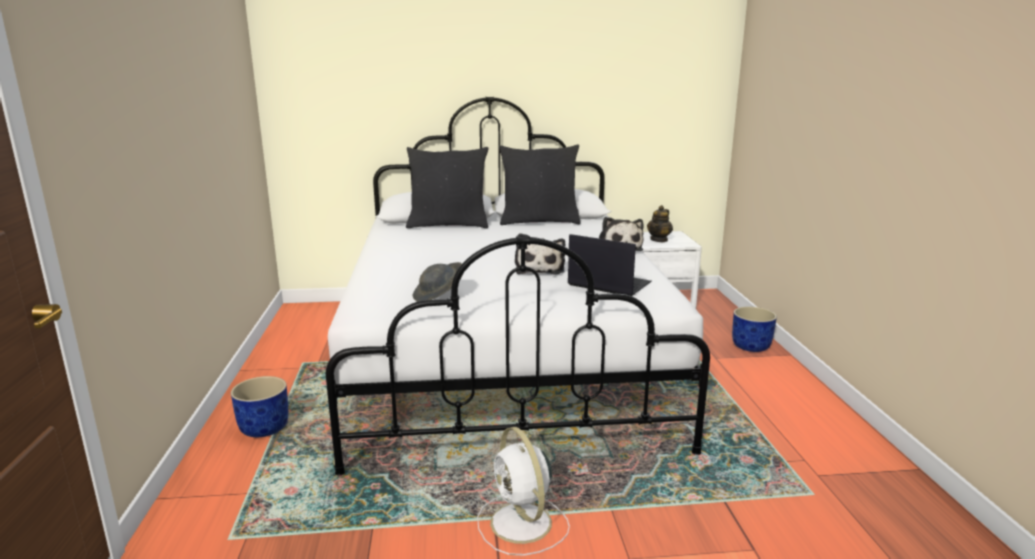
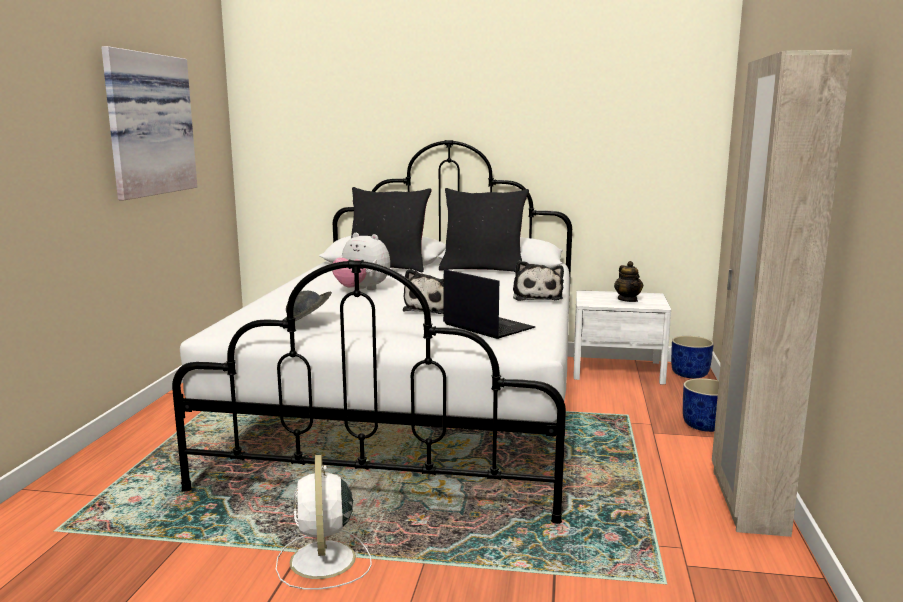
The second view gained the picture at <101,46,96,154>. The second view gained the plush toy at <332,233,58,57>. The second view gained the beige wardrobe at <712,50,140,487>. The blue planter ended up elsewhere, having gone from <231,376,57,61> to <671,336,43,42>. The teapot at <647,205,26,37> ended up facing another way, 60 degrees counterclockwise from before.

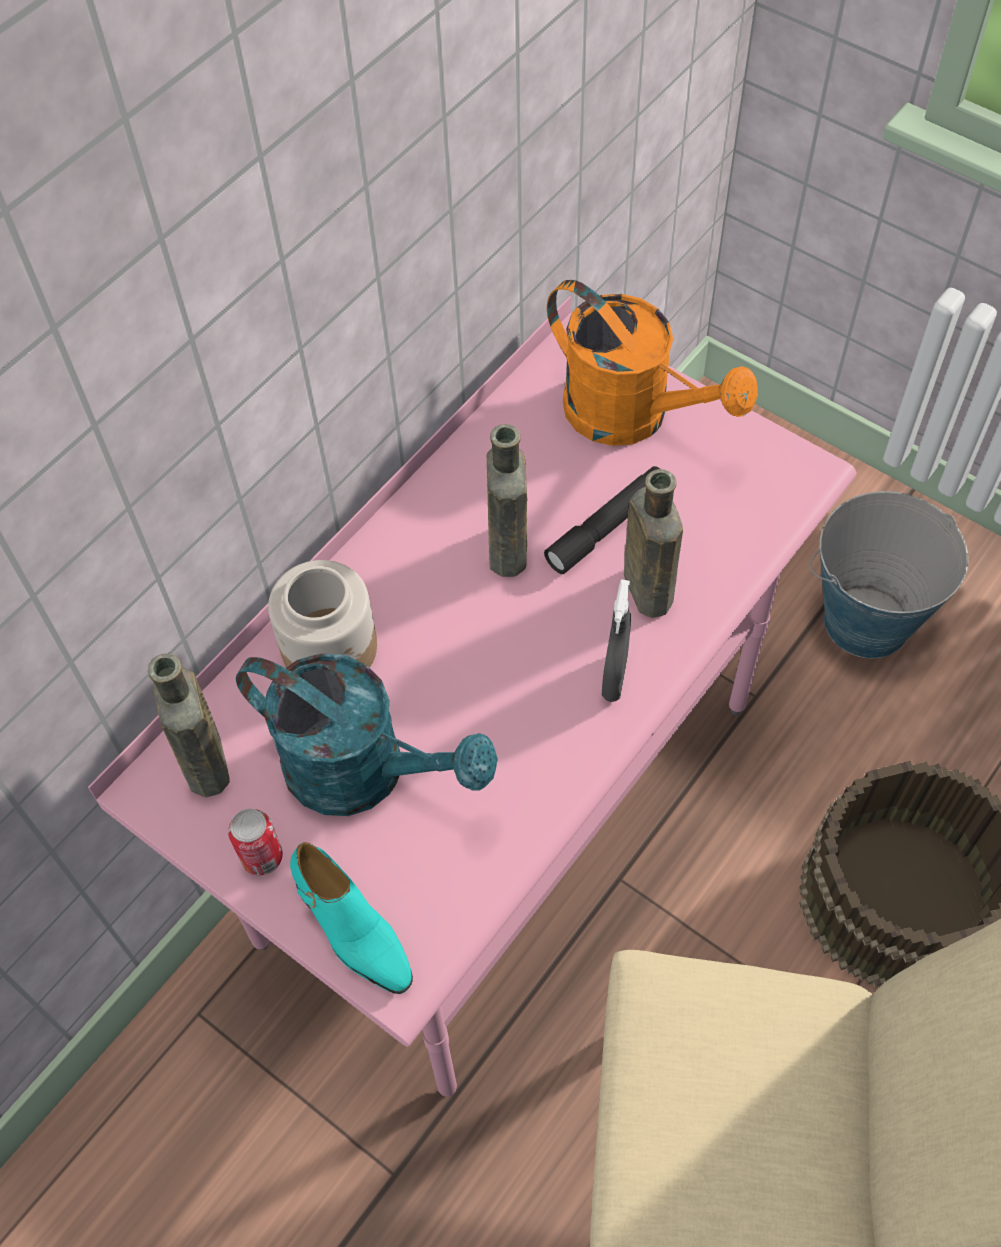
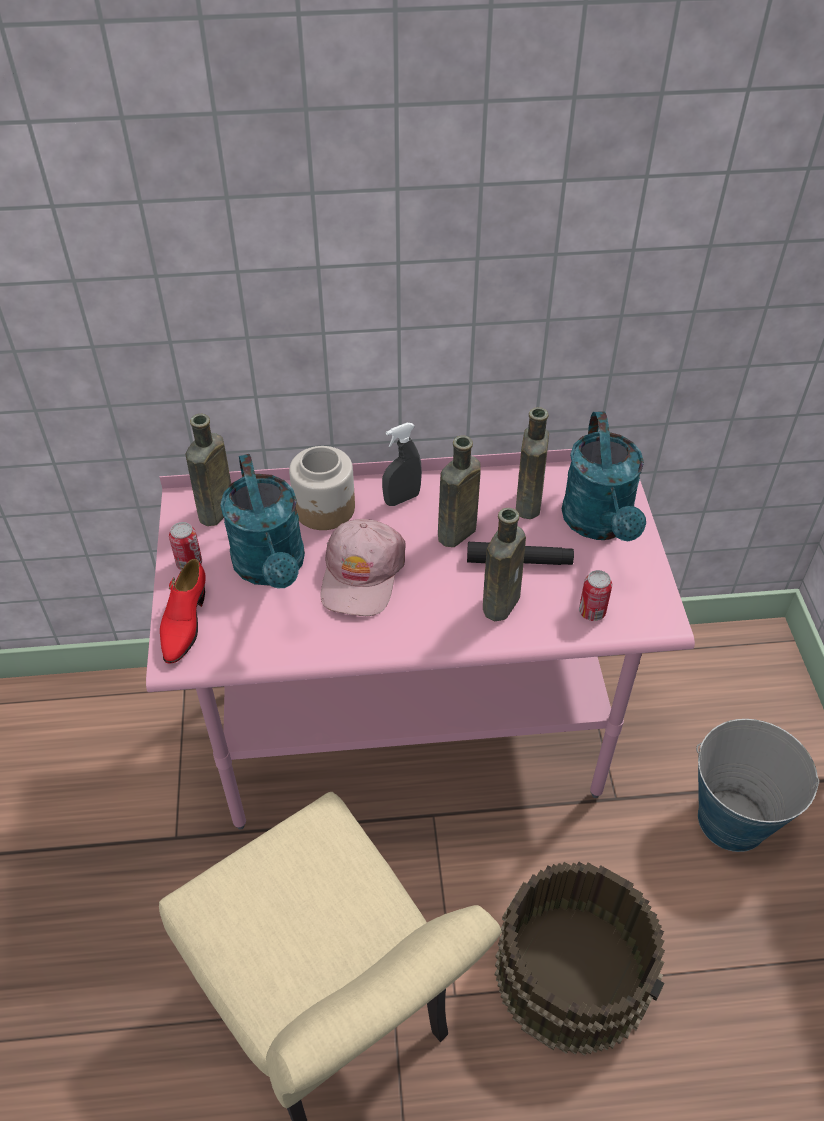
The second view gained the pink cap at <320,519,86,97>. The second view gained the brown bottle at <516,407,33,112>. The second view gained the can at <579,570,33,51>. The grey spray bottle ended up elsewhere, having gone from <602,579,29,123> to <382,423,40,83>. What was the turquoise shoe at <290,842,123,152> turned into the red shoe at <160,559,46,104>. What was the orange watering can at <547,280,211,166> turned into the turquoise watering can at <562,411,84,130>.

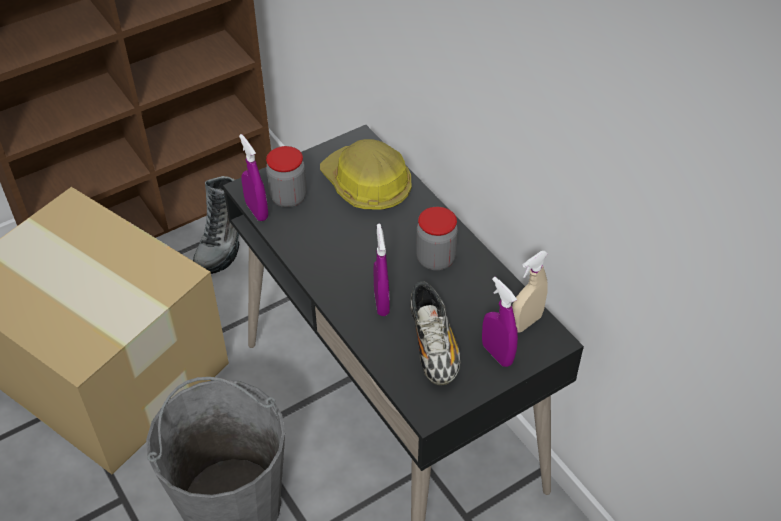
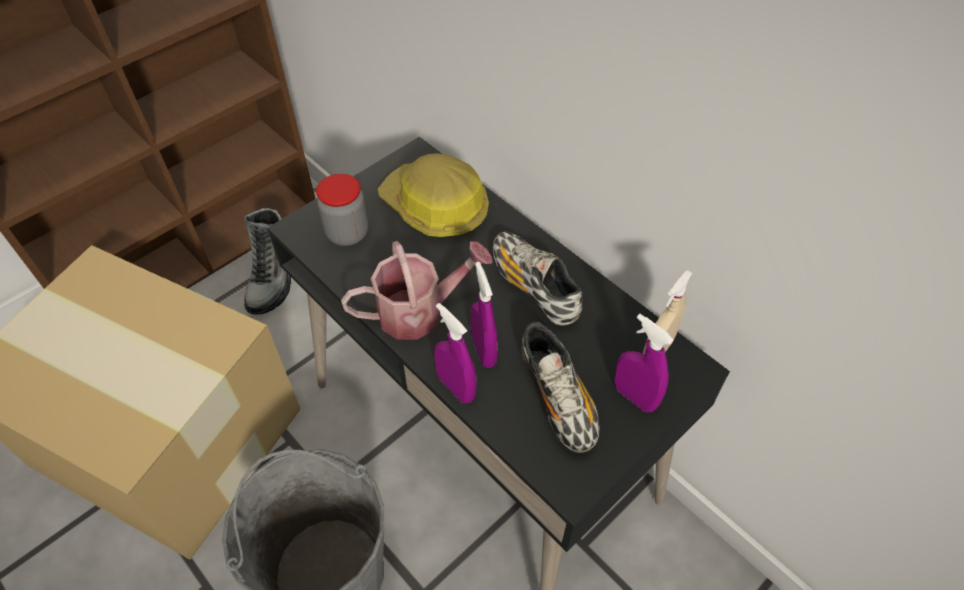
The second view gained the watering can at <341,241,152,98>. The purple spray bottle ended up elsewhere, having gone from <239,134,29,87> to <434,303,43,100>. Where the jar stood at <416,207,42,63>, the shoe came to stand at <493,232,90,94>.

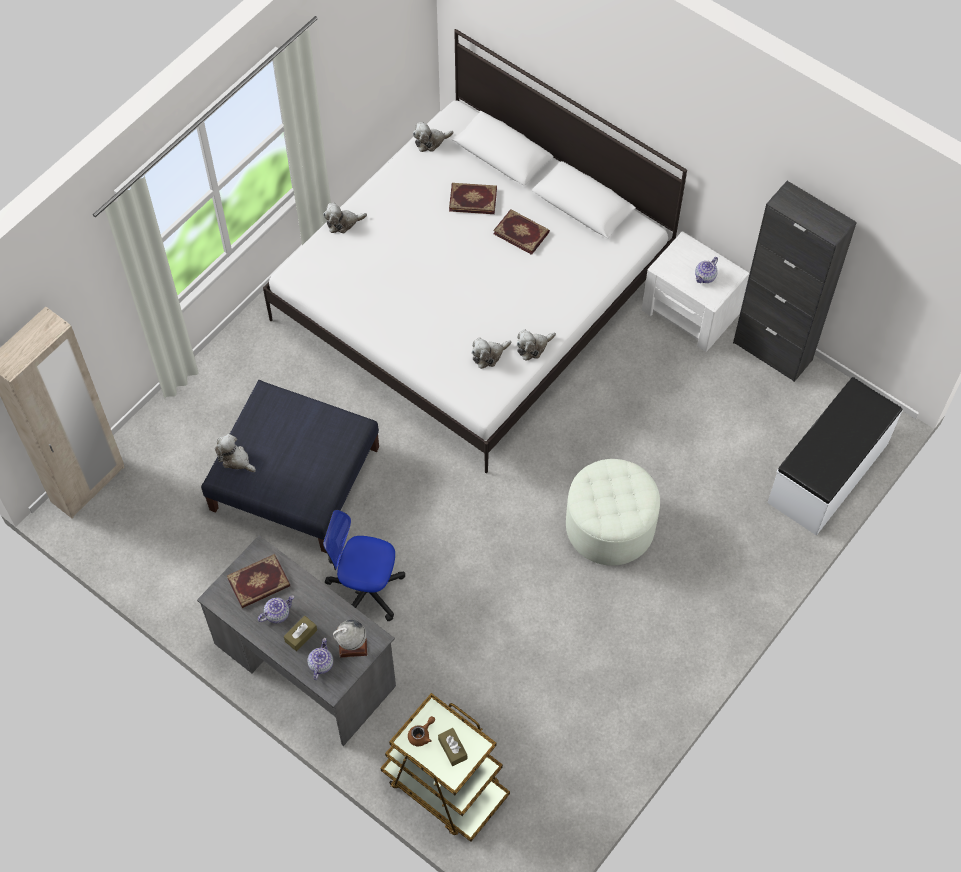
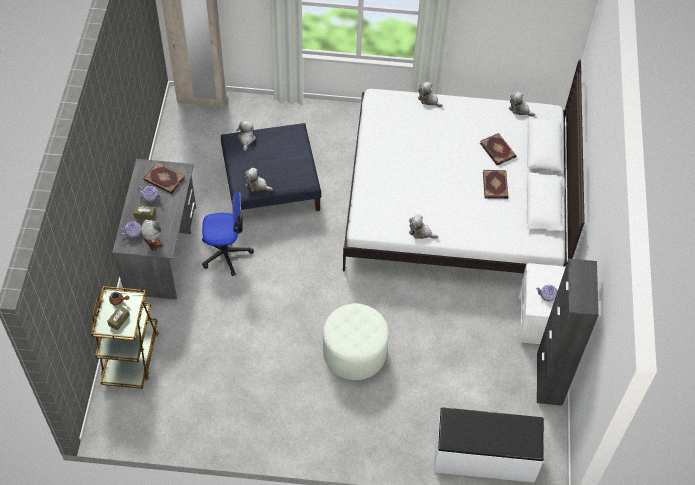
The plush toy ended up elsewhere, having gone from <471,337,40,32> to <245,168,28,23>. The office chair at <323,510,82,111> ended up facing another way, 105 degrees clockwise from before.

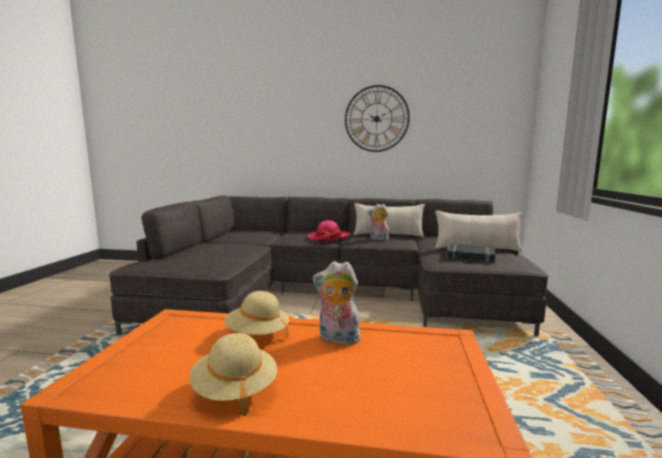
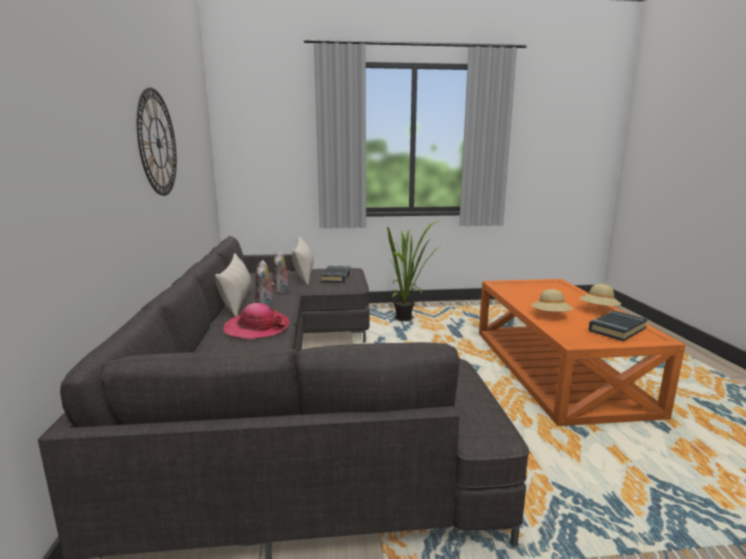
The second view gained the potted plant at <387,221,53,100>. The second view gained the black book at <588,311,60,30>. The plush toy ended up elsewhere, having gone from <313,261,50,84> to <273,251,17,42>.

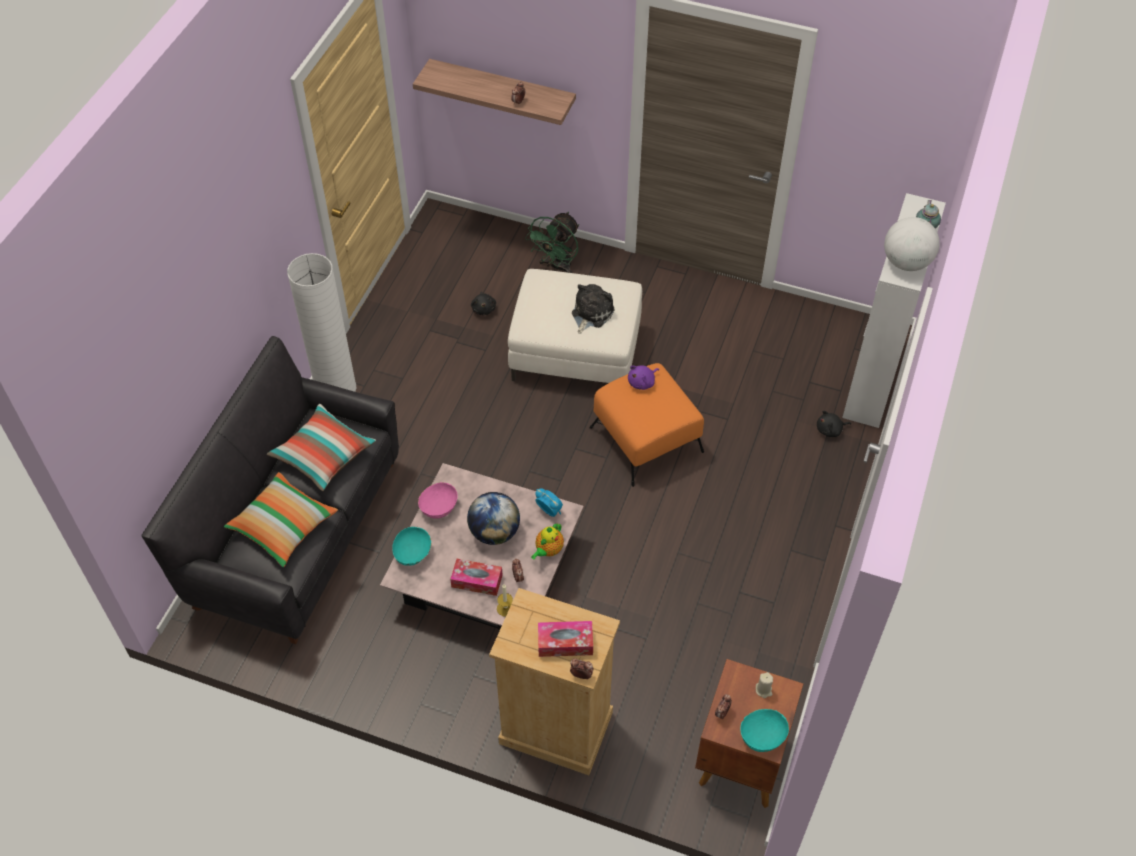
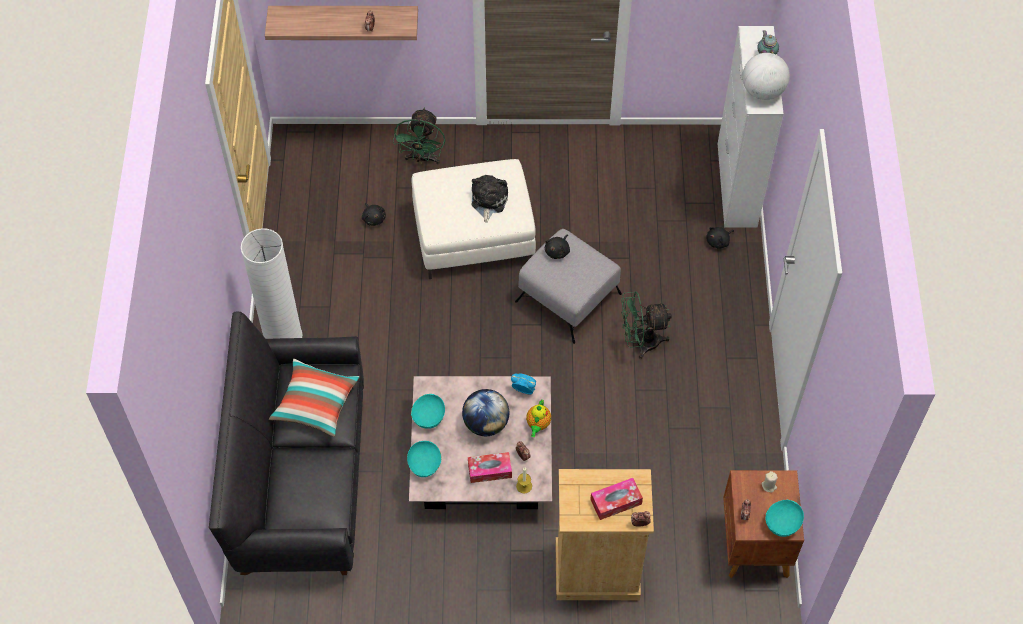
The second view lost the pillow at <224,472,114,95>. The second view gained the green fan at <621,291,51,68>. What was the pink bowl at <418,482,40,37> turned into the turquoise bowl at <411,394,34,35>. What was the orange ottoman at <589,363,115,124> turned into the grey ottoman at <515,229,107,115>. What was the purple plush toy at <628,365,32,25> turned into the black plush toy at <545,235,25,24>.

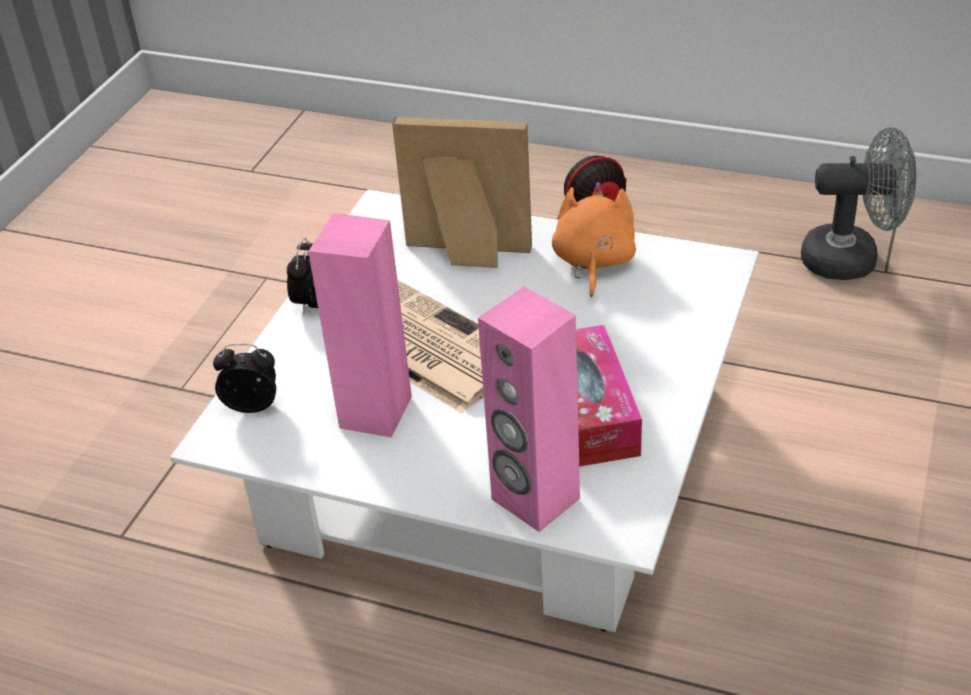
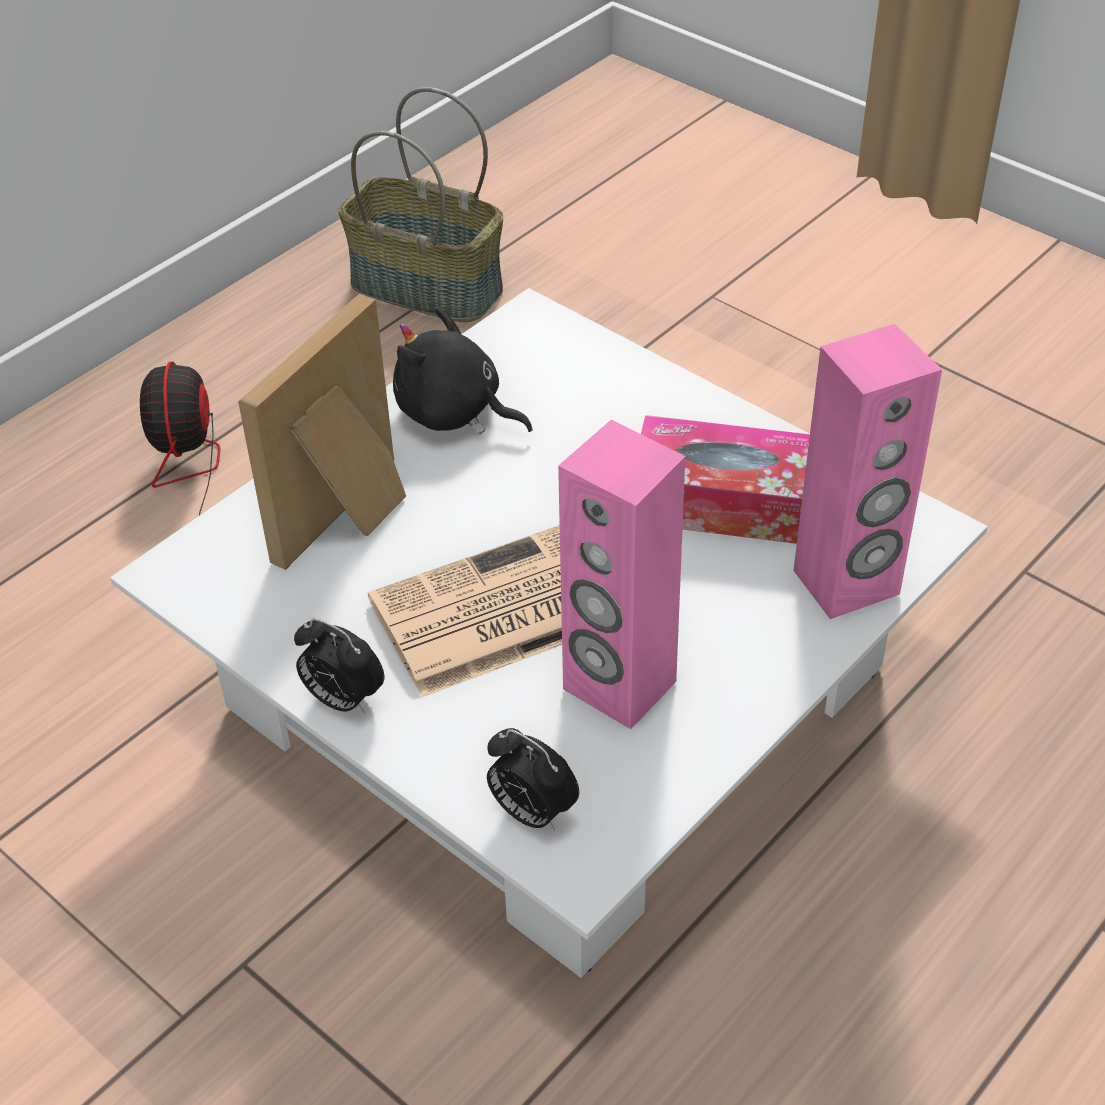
Where the grey fan stood at <801,127,115,153>, the basket came to stand at <338,87,165,235>. What was the orange plush toy at <552,182,84,115> turned into the black plush toy at <393,308,140,126>. The alarm clock at <213,344,63,69> ended up facing another way, 75 degrees counterclockwise from before.

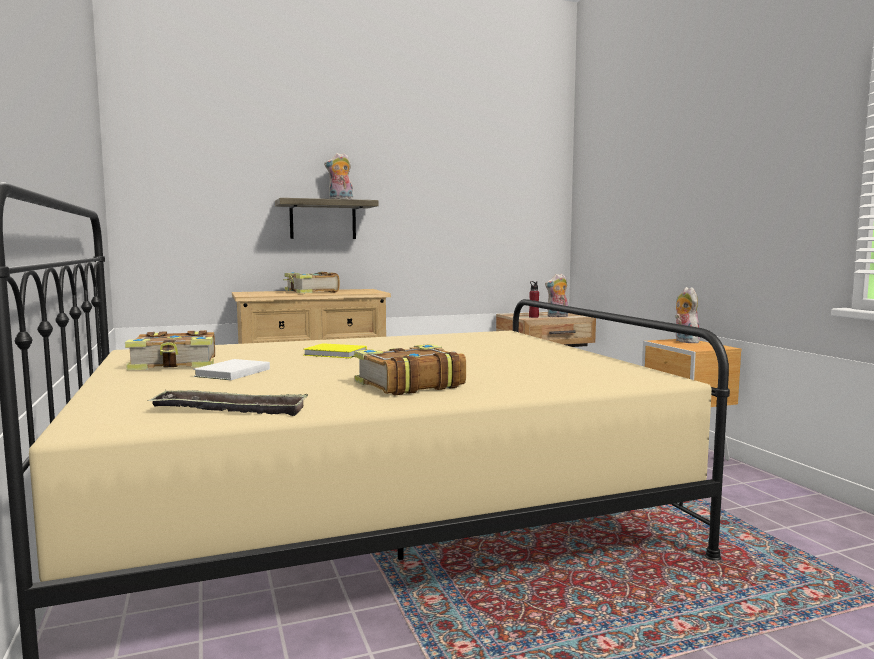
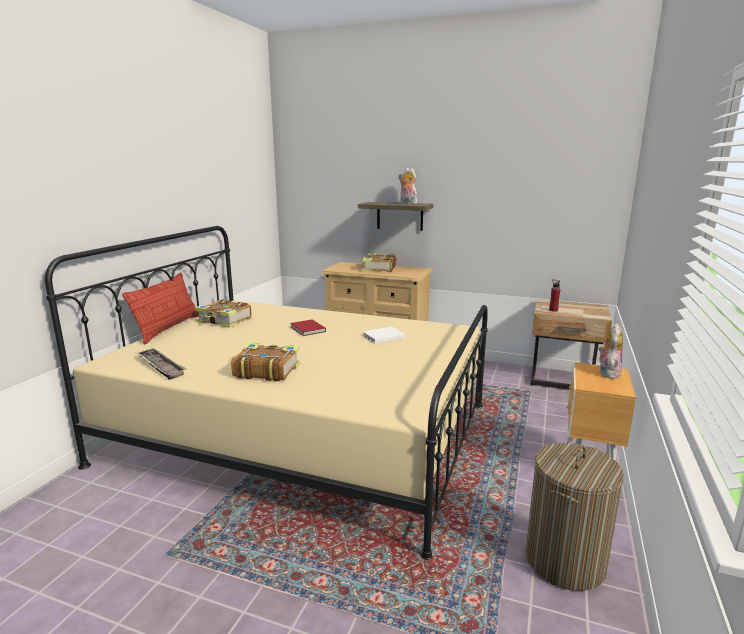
The second view lost the plush toy at <545,274,23,43>. The second view gained the pillow at <122,273,77,71>. The second view gained the laundry basket at <526,443,98,148>. The white book ended up elsewhere, having gone from <193,359,77,21> to <363,327,42,16>. What was the yellow book at <303,343,64,15> turned into the red book at <290,319,36,17>.

